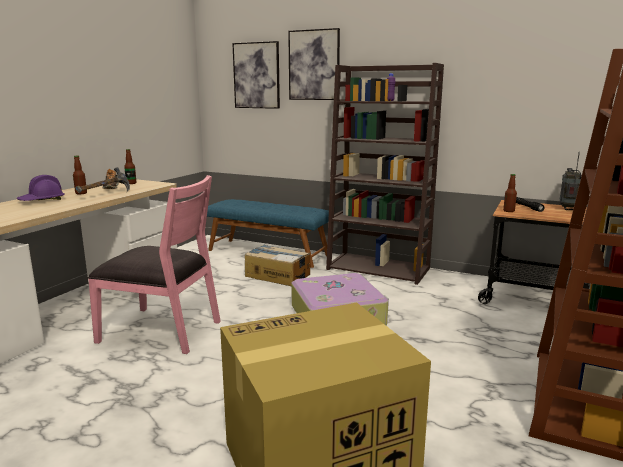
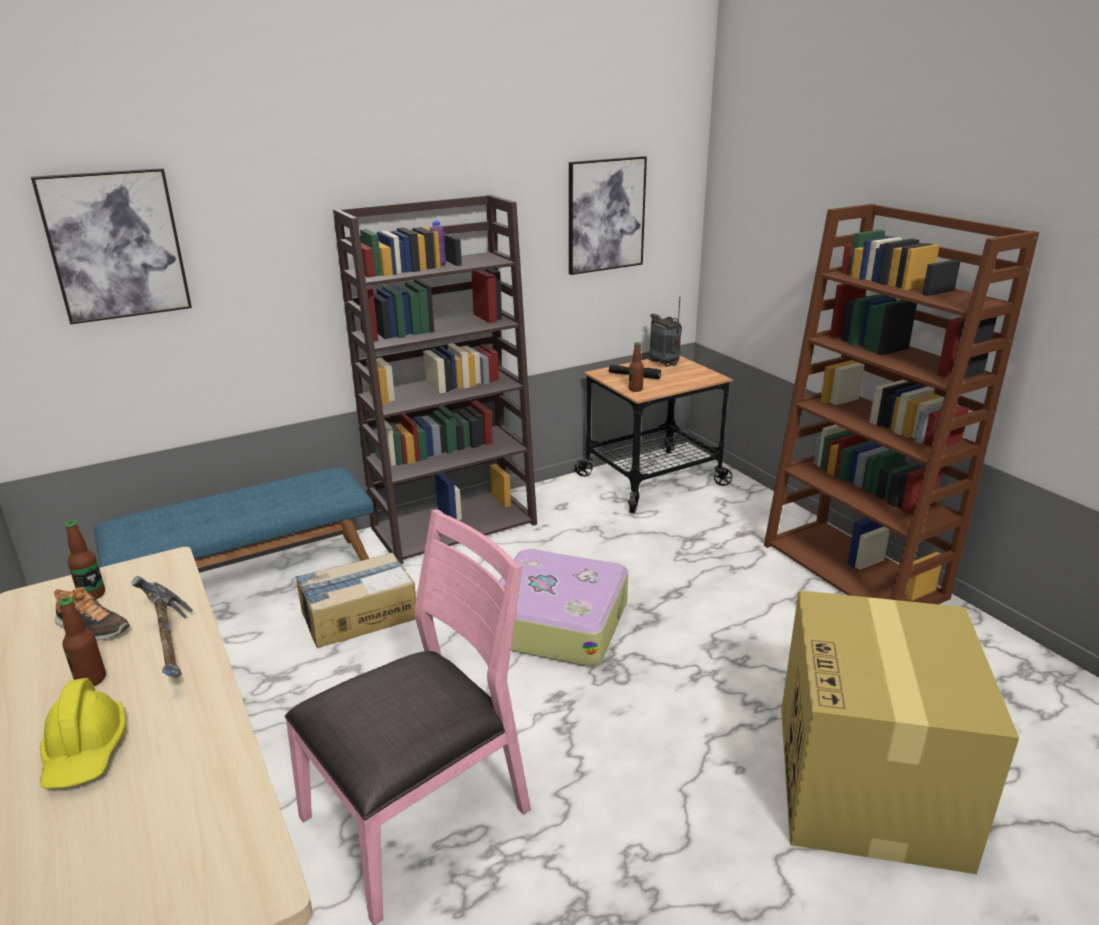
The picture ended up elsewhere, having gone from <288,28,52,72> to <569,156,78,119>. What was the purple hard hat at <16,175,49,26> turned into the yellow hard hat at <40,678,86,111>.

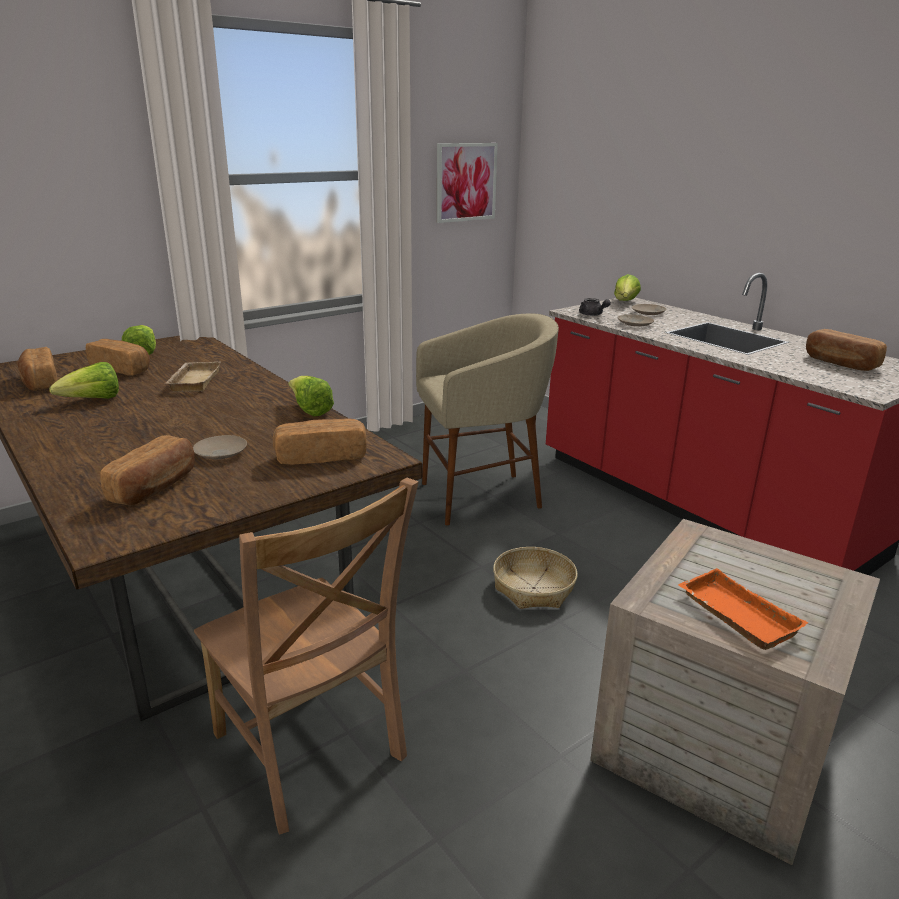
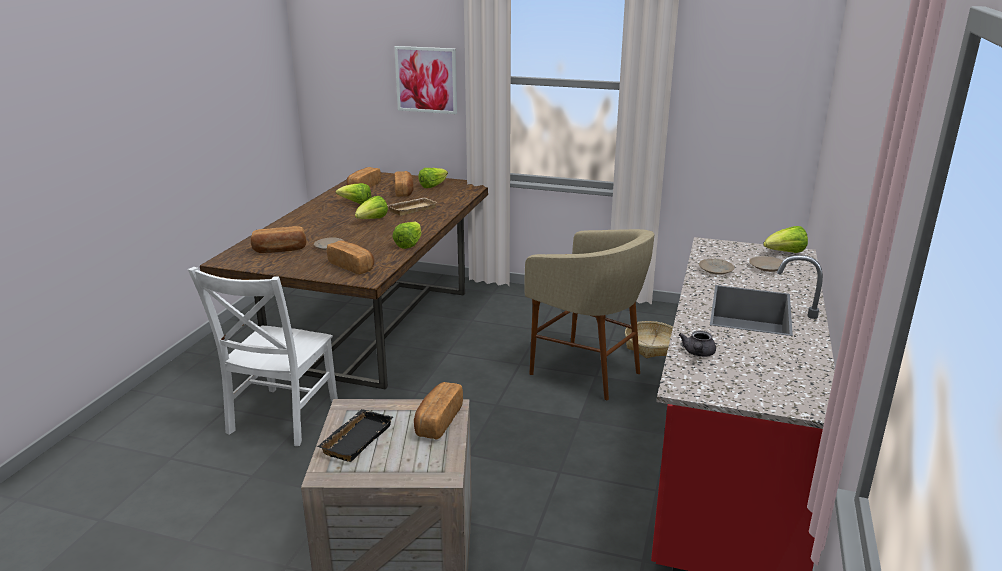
The second view gained the lettuce at <355,196,33,23>. The picture ended up elsewhere, having gone from <437,143,61,80> to <394,46,63,68>. The basket ended up elsewhere, having gone from <493,547,85,62> to <625,321,48,37>. The grey teapot ended up elsewhere, having gone from <579,298,32,18> to <679,331,37,26>. The bread ended up elsewhere, having gone from <806,329,81,42> to <414,382,49,58>. What was the brown chair at <194,478,225,357> turned into the white chair at <188,267,150,179>. What was the orange tray at <678,568,130,82> turned into the black tray at <317,409,76,53>.

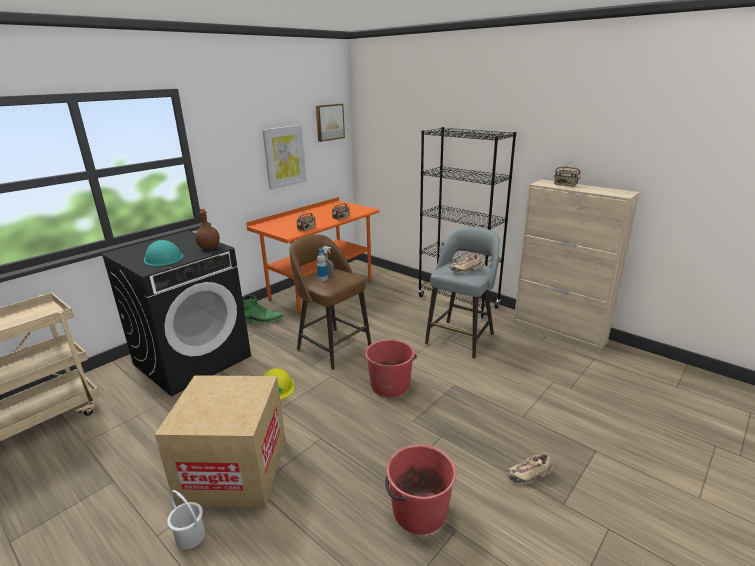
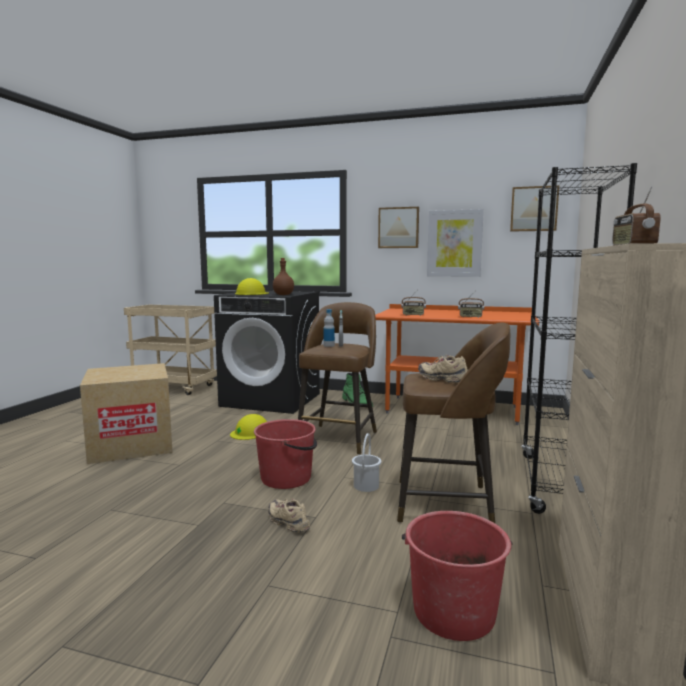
The second view gained the picture at <378,207,41,41>. The white bucket ended up elsewhere, having gone from <167,490,38,60> to <352,433,30,59>. The red bucket ended up elsewhere, having gone from <385,444,71,90> to <402,511,111,130>. The beige shoe ended up elsewhere, having gone from <507,452,46,33> to <268,498,42,35>. What was the turquoise hard hat at <144,240,39,26> turned into the yellow hard hat at <235,278,34,17>. What was the grey stool at <425,226,75,133> turned into the brown stool at <397,323,113,200>.

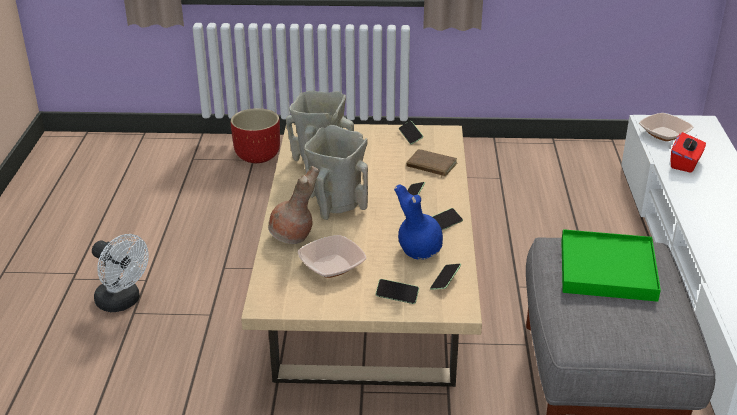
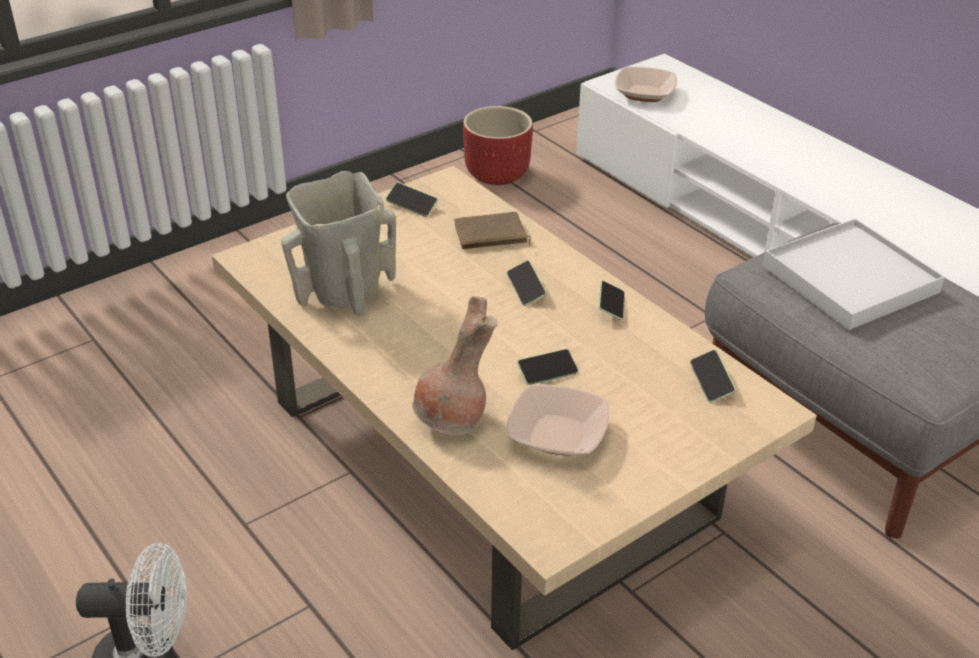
The second view lost the beige vase at <304,125,64,95>. The second view lost the blue vase at <394,184,49,76>. The second view lost the red tissue box at <671,132,35,41>. The red planter ended up elsewhere, having gone from <231,108,49,55> to <463,106,70,79>. The phone ended up elsewhere, having gone from <375,279,44,25> to <517,349,61,36>. What was the green tray at <561,229,100,73> turned into the white tray at <763,218,182,112>.

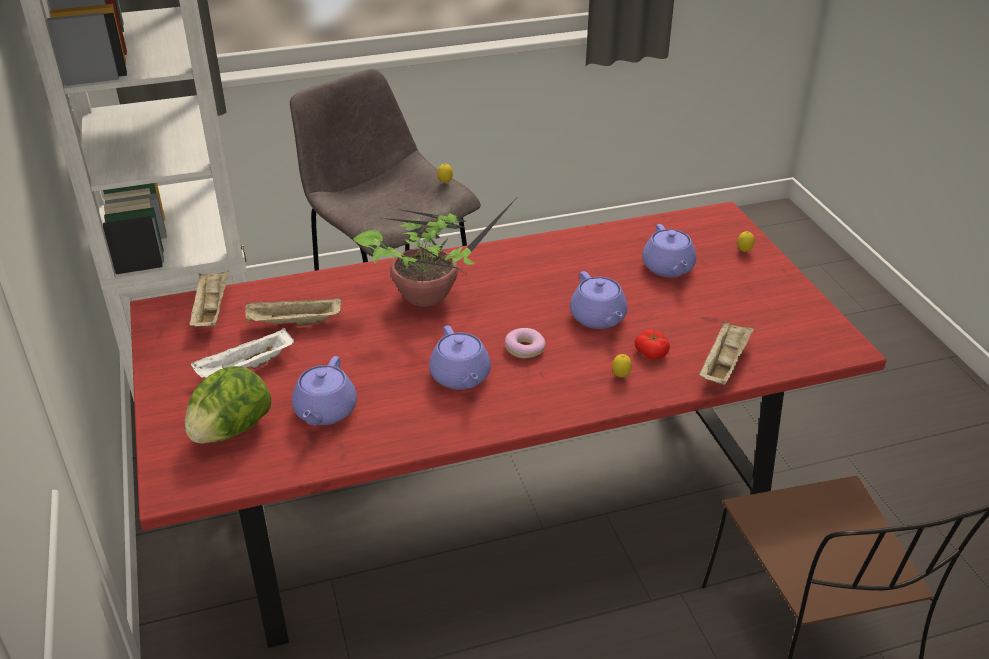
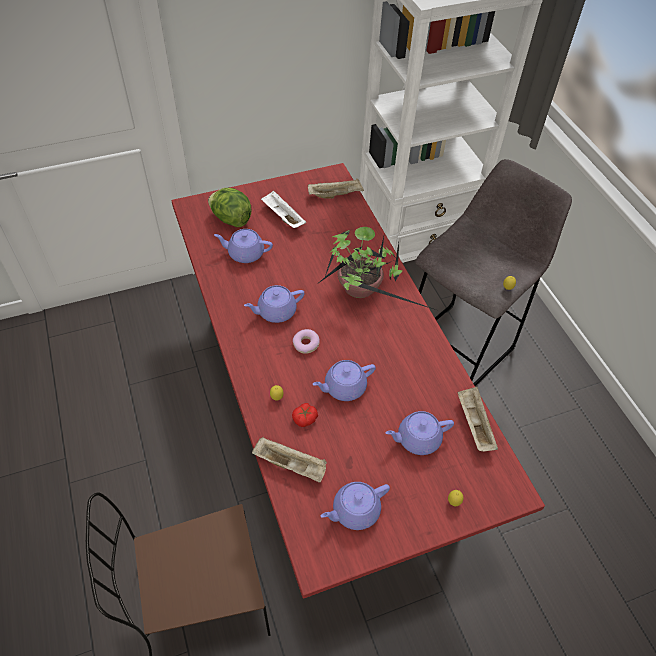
The second view gained the purple teapot at <321,482,69,48>. The beige tray ended up elsewhere, having gone from <245,297,96,29> to <457,387,41,65>.

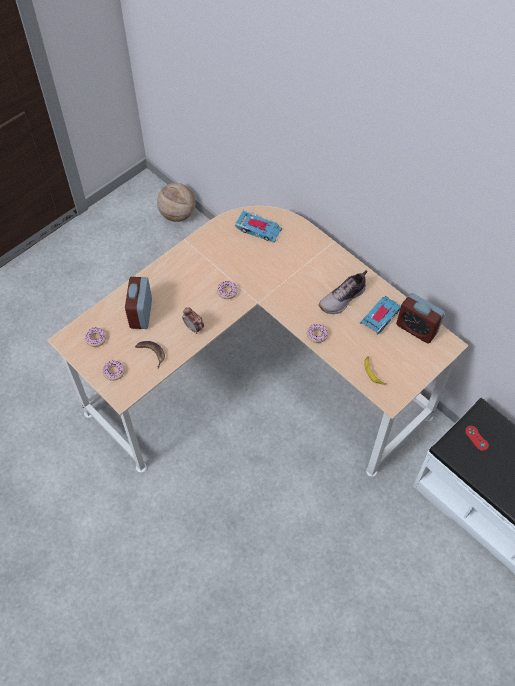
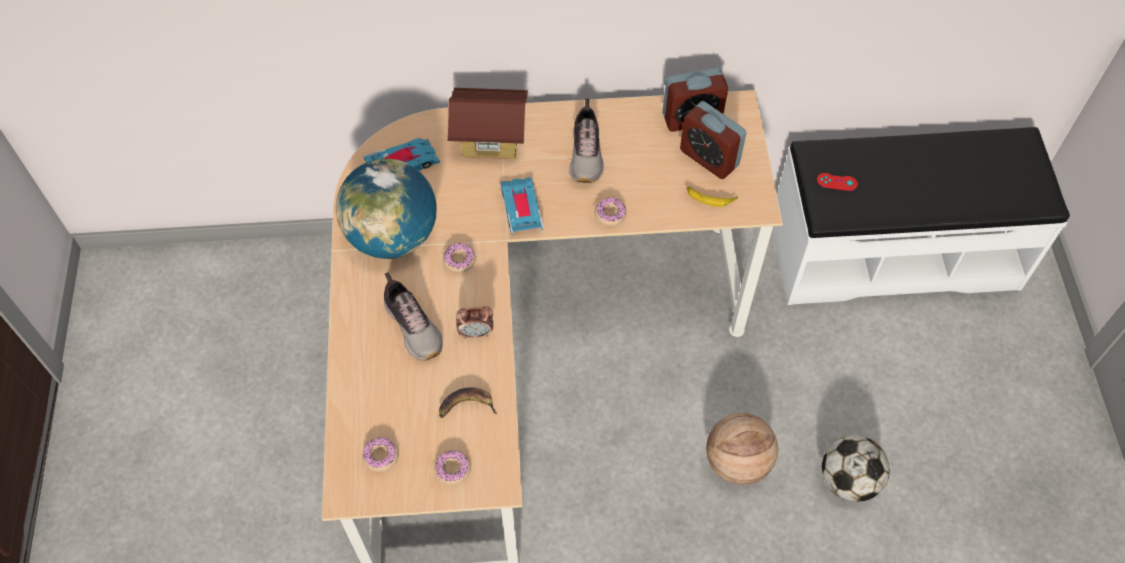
The second view gained the globe at <336,159,101,100>. The second view gained the shoe at <384,273,59,88>. The second view gained the toy house at <447,88,81,71>. The second view gained the football at <822,436,68,66>. The alarm clock ended up elsewhere, having gone from <125,277,27,52> to <680,101,66,78>. The basketball ended up elsewhere, having gone from <157,183,39,39> to <706,413,72,72>. The toy car ended up elsewhere, having gone from <360,296,41,39> to <500,177,43,58>.

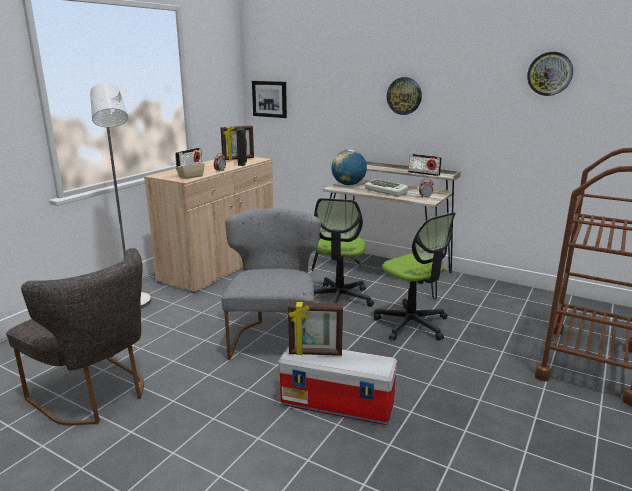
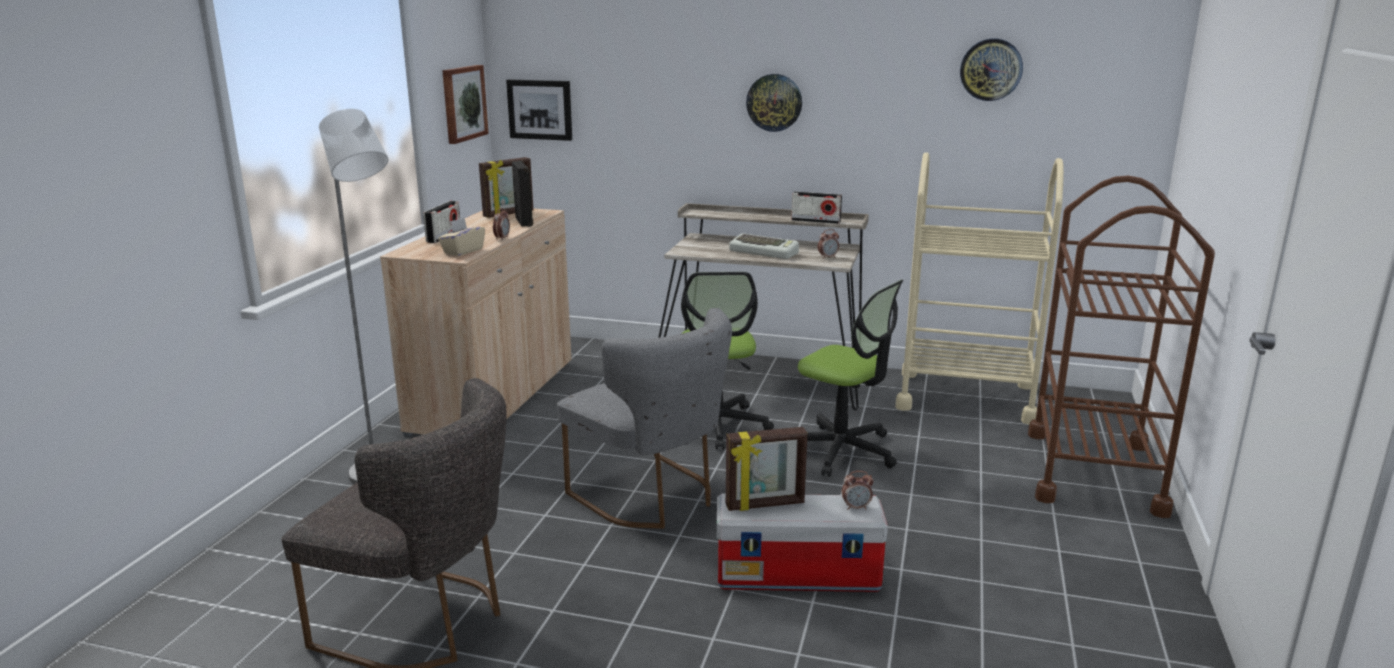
The second view lost the globe at <331,150,36,35>. The second view gained the picture at <442,65,47,79>. The second view gained the alarm clock at <842,471,31,39>. The second view gained the beige cart at <895,152,169,272>. The grey chair at <221,208,100,152> ended up facing another way, 150 degrees clockwise from before.

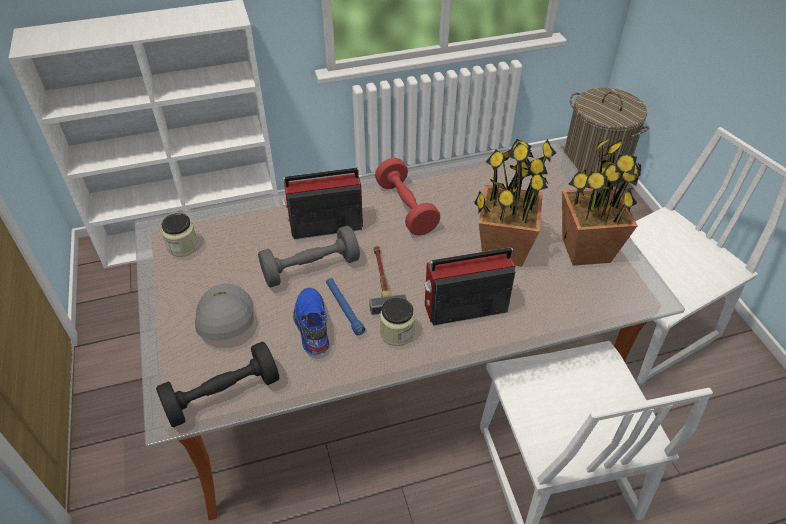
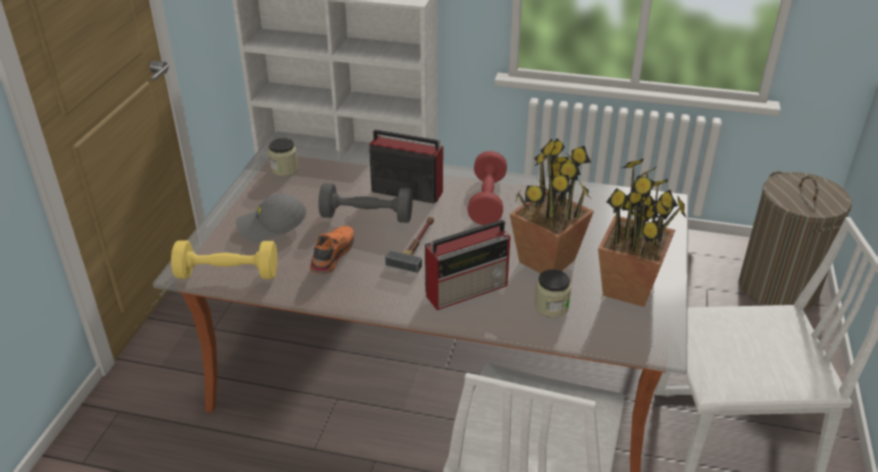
The second view lost the blue flashlight at <326,278,39,57>. The jar ended up elsewhere, having gone from <380,297,35,49> to <535,269,36,48>. What was the black dumbbell at <156,342,123,85> turned into the yellow dumbbell at <171,241,106,38>. What was the blue shoe at <293,288,36,67> turned into the orange shoe at <310,226,44,49>. The grey cap at <195,283,59,58> ended up facing another way, 120 degrees counterclockwise from before. The radio at <424,247,91,78> ended up facing another way, 135 degrees clockwise from before.

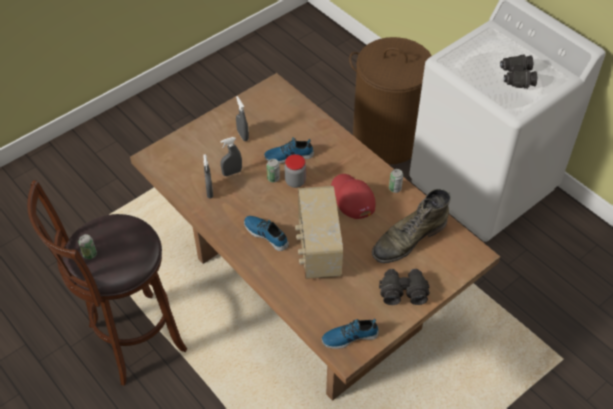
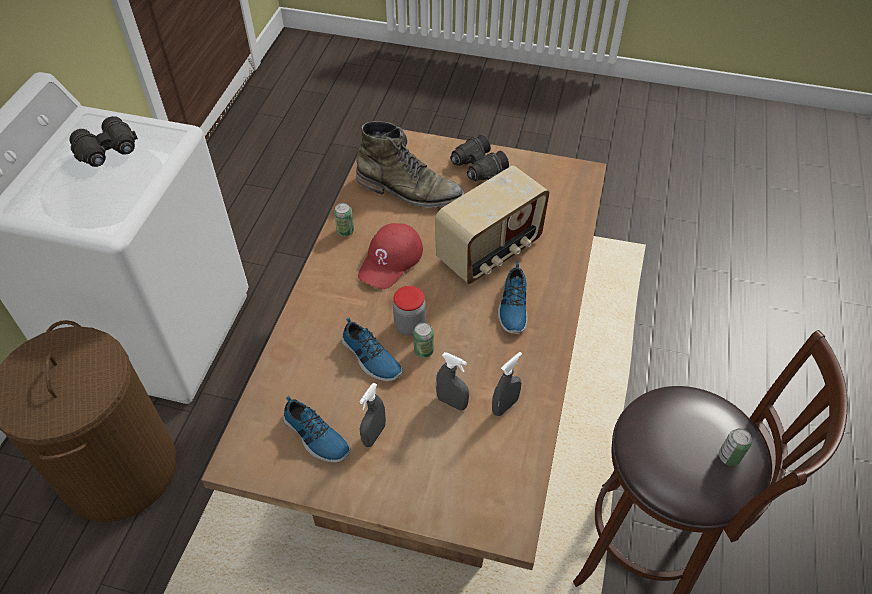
The shoe ended up elsewhere, having gone from <321,319,58,30> to <283,396,68,67>.

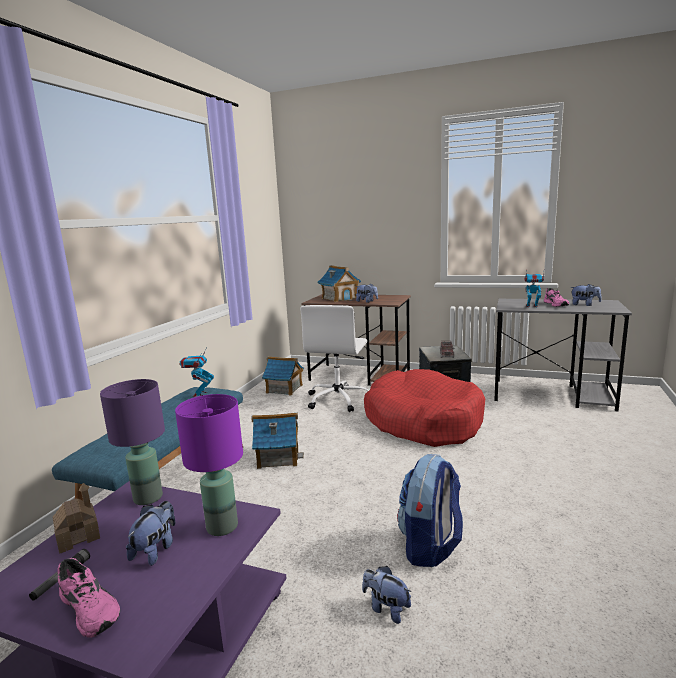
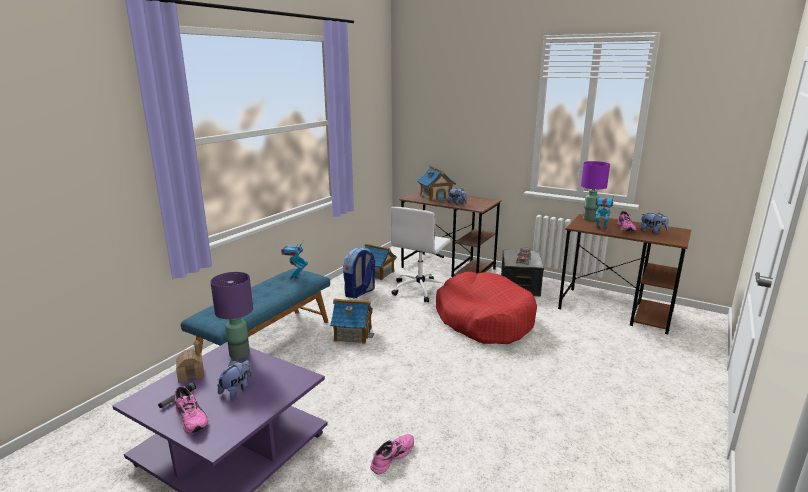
The purple table lamp ended up elsewhere, having gone from <175,394,68,142> to <581,161,29,60>. The backpack ended up elsewhere, having gone from <397,454,66,113> to <343,247,33,51>. Where the plush toy stood at <362,566,50,58>, the pink shoe came to stand at <370,434,44,40>. What was the grey desk at <494,299,138,113> turned into the brown desk at <558,214,133,120>.

